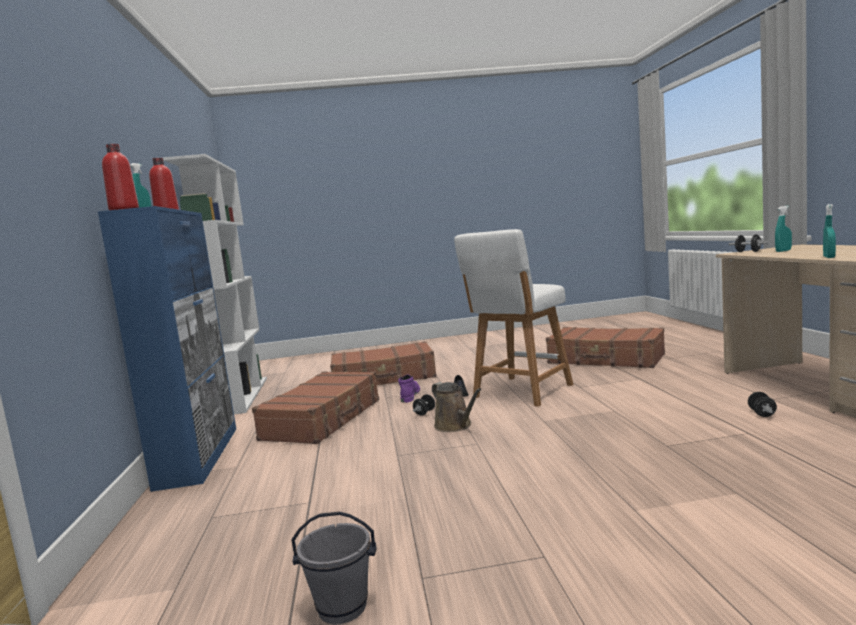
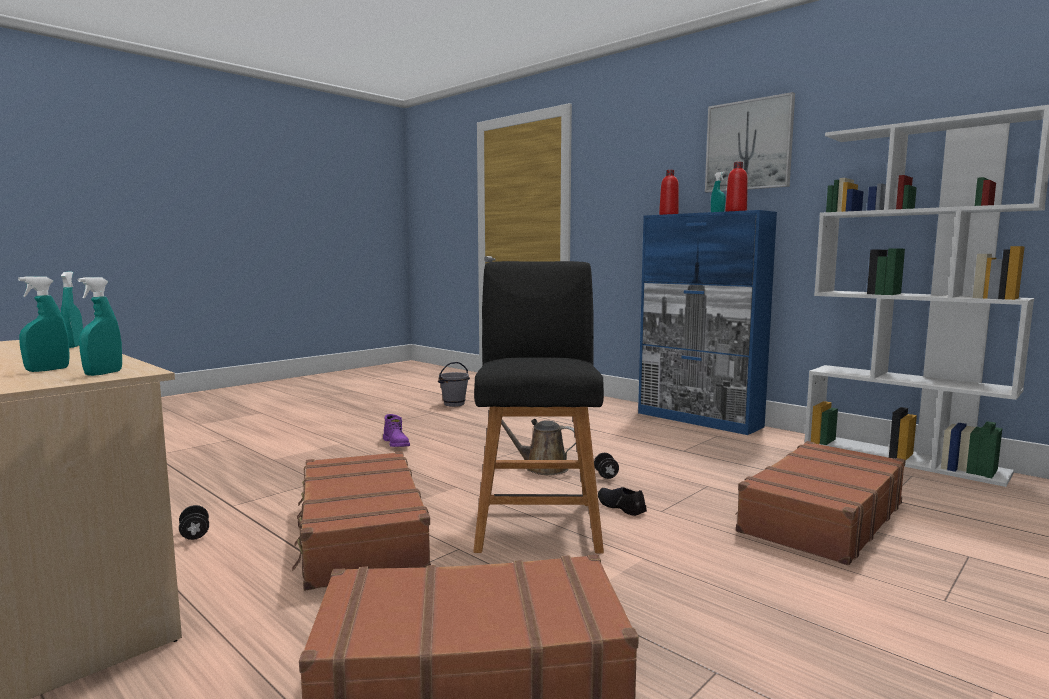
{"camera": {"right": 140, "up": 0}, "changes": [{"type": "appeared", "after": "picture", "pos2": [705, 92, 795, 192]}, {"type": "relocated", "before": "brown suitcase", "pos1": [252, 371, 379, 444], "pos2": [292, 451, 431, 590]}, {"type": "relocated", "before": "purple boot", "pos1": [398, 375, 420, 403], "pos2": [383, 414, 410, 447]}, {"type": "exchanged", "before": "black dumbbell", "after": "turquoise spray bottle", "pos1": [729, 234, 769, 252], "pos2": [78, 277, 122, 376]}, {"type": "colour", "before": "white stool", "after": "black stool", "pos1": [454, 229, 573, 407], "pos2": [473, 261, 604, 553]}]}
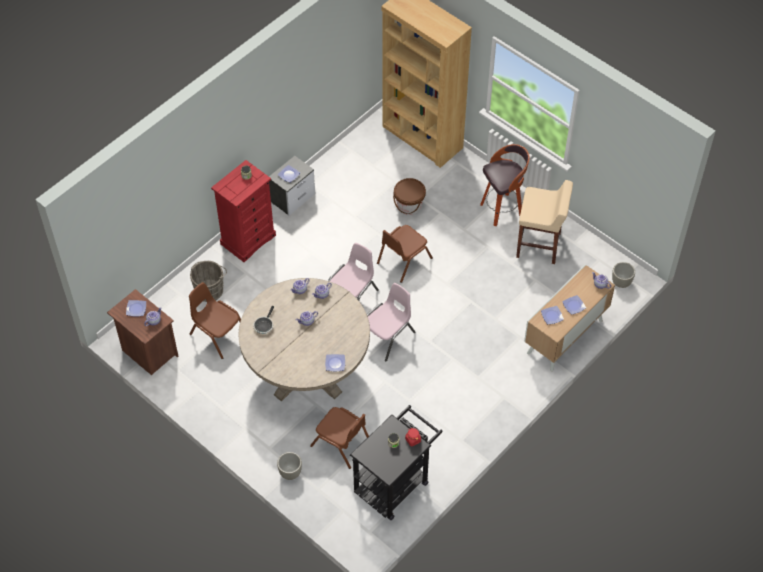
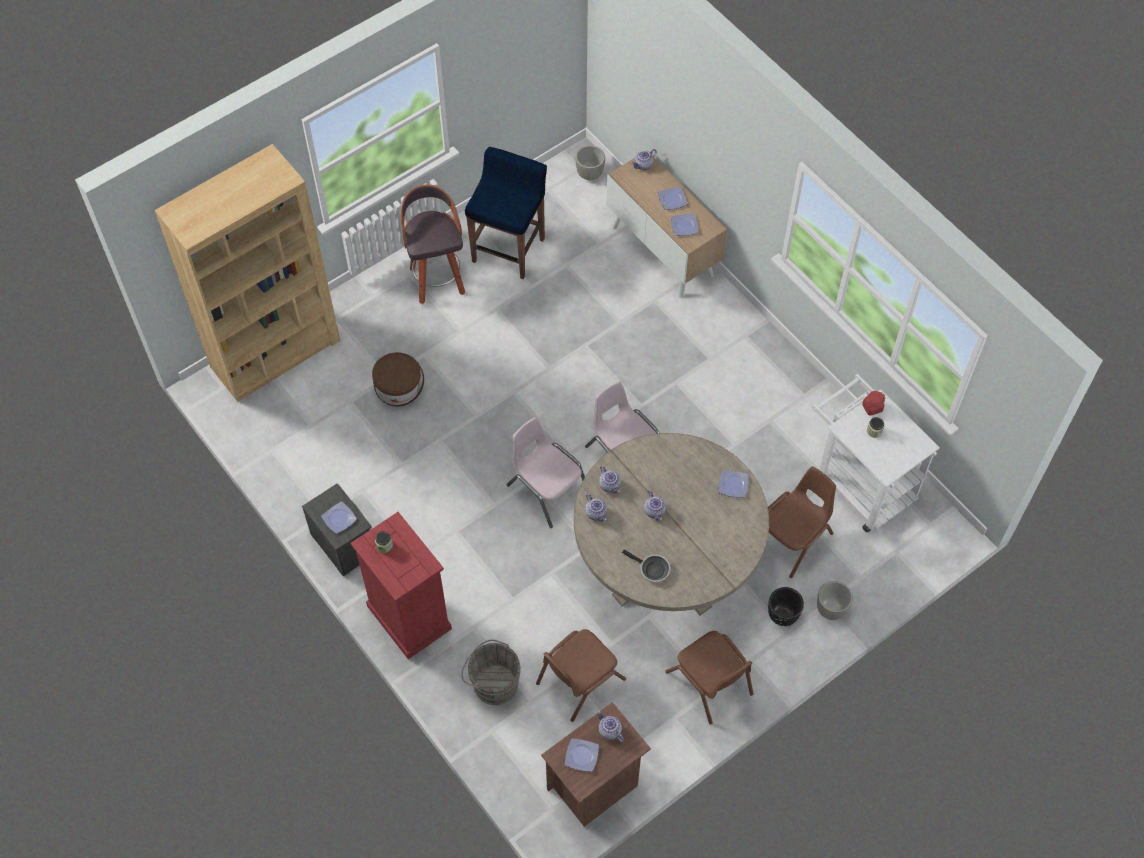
{"camera": {"right": -80, "up": 5}, "changes": [{"type": "appeared", "after": "black planter", "pos2": [768, 587, 804, 626]}, {"type": "relocated", "before": "brown chair", "pos1": [377, 225, 433, 283], "pos2": [665, 631, 754, 725]}, {"type": "colour", "before": "black cart", "after": "white cart", "pos1": [350, 405, 442, 520], "pos2": [812, 374, 940, 532]}, {"type": "colour", "before": "beige stool", "after": "blue stool", "pos1": [516, 180, 573, 264], "pos2": [465, 147, 547, 279]}]}
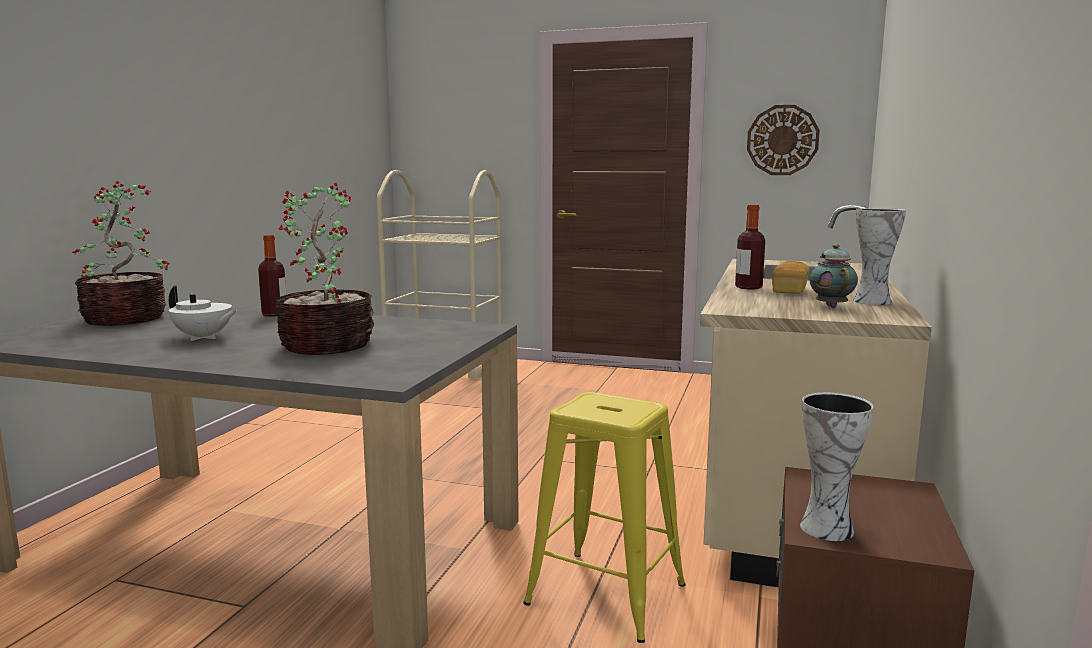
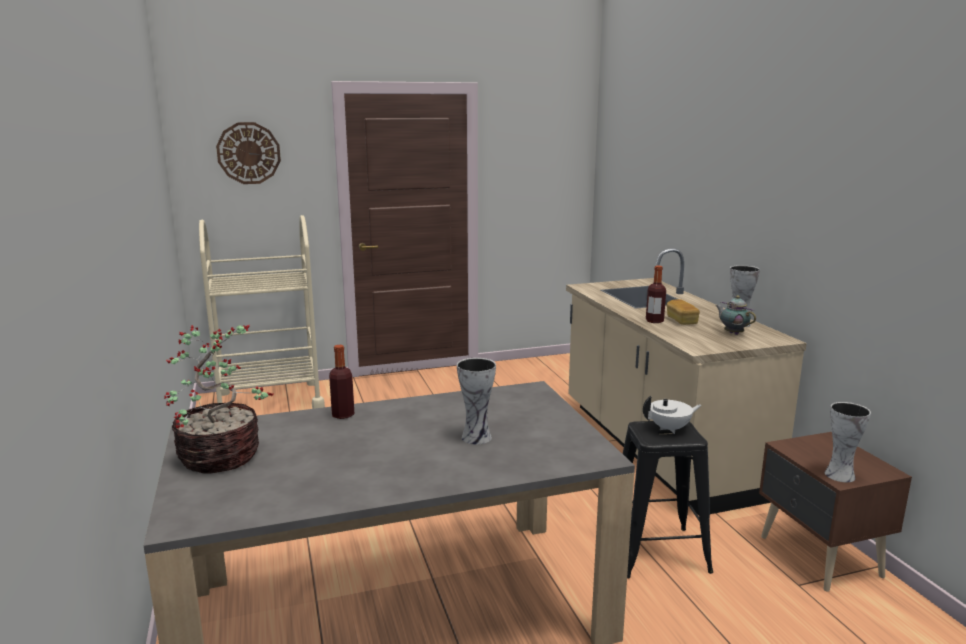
{"camera": {"right": -35, "up": 5}, "changes": [{"type": "relocated", "before": "white teapot", "pos1": [168, 285, 236, 341], "pos2": [643, 396, 702, 434]}, {"type": "relocated", "before": "wall clock", "pos1": [747, 105, 820, 175], "pos2": [216, 122, 281, 184]}, {"type": "exchanged", "before": "potted plant", "after": "vase", "pos1": [276, 183, 374, 355], "pos2": [457, 358, 496, 445]}, {"type": "colour", "before": "yellow stool", "after": "black stool", "pos1": [523, 392, 686, 643], "pos2": [623, 421, 713, 578]}]}
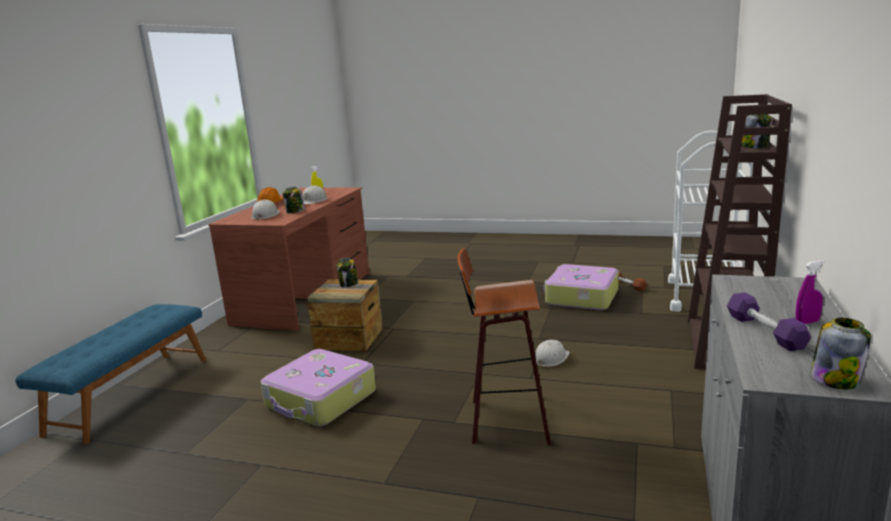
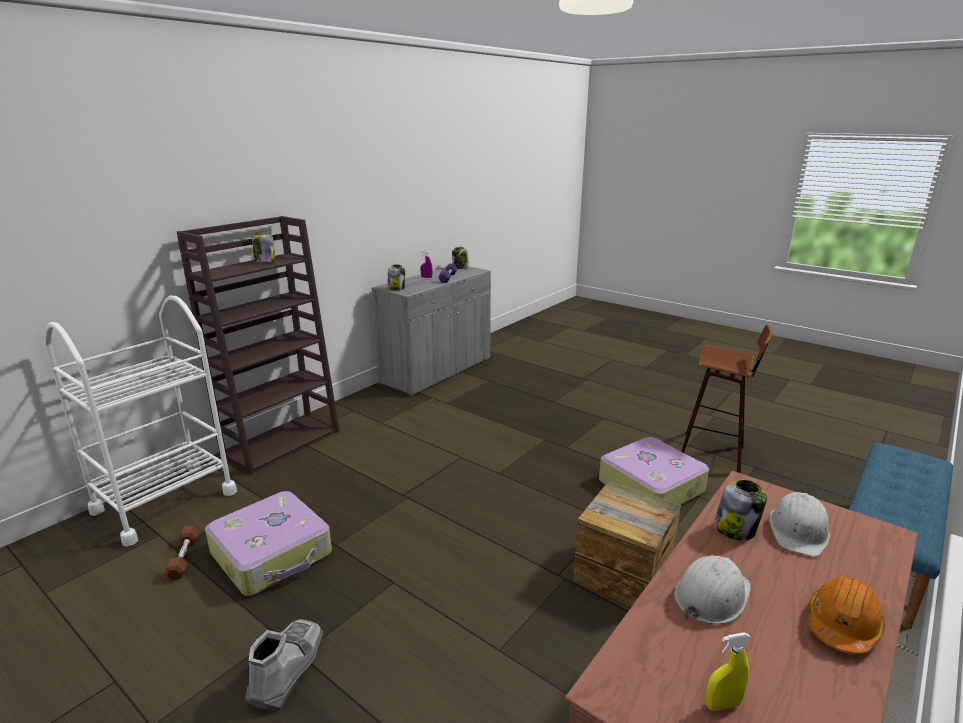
{"camera": {"right": -160, "up": 5}, "changes": [{"type": "missing", "before": "white hard hat", "pos1": [535, 340, 570, 367]}, {"type": "appeared", "after": "grey boot", "pos2": [245, 619, 323, 710]}, {"type": "relocated", "before": "jar", "pos1": [336, 257, 359, 288], "pos2": [387, 265, 405, 290]}, {"type": "relocated", "before": "stool", "pos1": [457, 248, 551, 446], "pos2": [681, 325, 772, 473]}]}
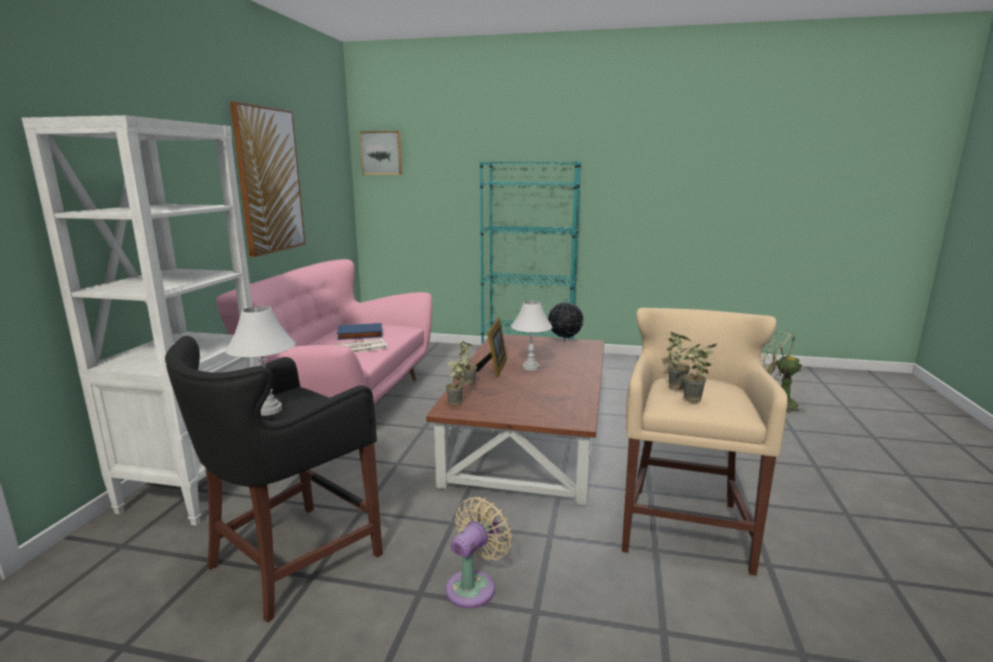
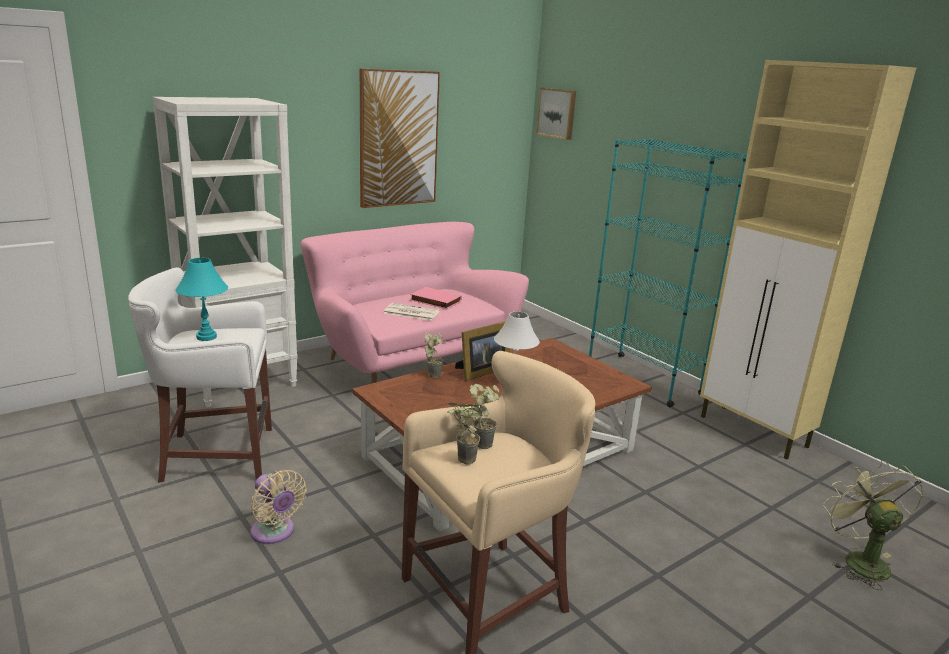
{"camera": {"right": 40, "up": 5}, "changes": [{"type": "missing", "before": "potted plant", "pos1": [446, 354, 467, 406]}, {"type": "missing", "before": "globe", "pos1": [548, 298, 584, 342]}, {"type": "appeared", "after": "beige cabinet", "pos2": [700, 60, 916, 459]}, {"type": "colour", "before": "black stool", "after": "white stool", "pos1": [165, 336, 383, 623], "pos2": [128, 267, 272, 483]}, {"type": "colour", "before": "white table lamp", "after": "turquoise table lamp", "pos1": [225, 306, 295, 416], "pos2": [175, 258, 228, 341]}, {"type": "colour", "before": "blue book", "after": "pink book", "pos1": [337, 323, 383, 340], "pos2": [410, 287, 462, 309]}, {"type": "spun", "before": "beige fan", "pos1": [446, 497, 512, 608], "pos2": [250, 470, 307, 544], "turn": 60}]}
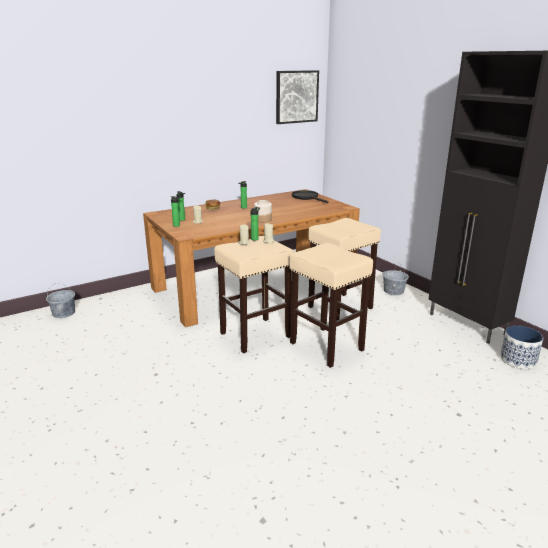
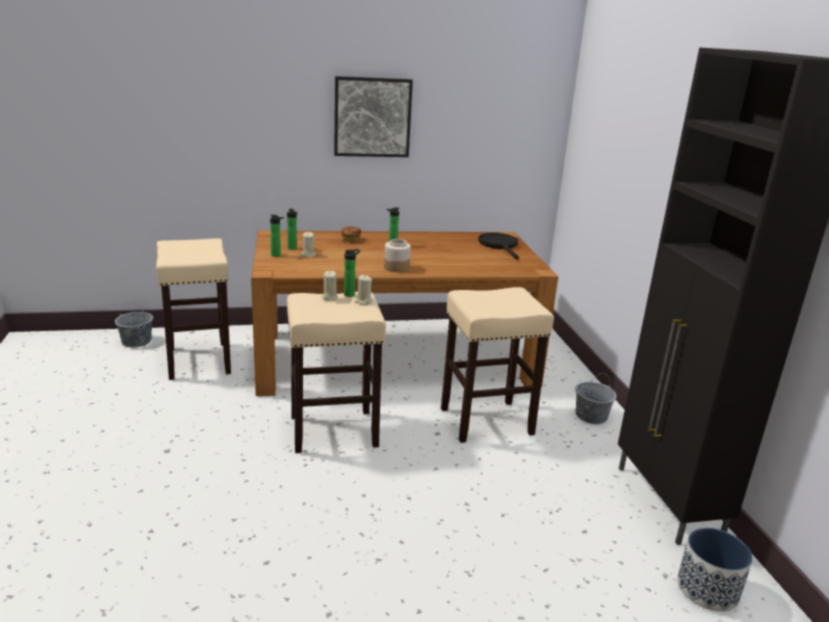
{"camera": {"right": 20, "up": 0}, "changes": [{"type": "relocated", "before": "picture", "pos1": [276, 70, 319, 124], "pos2": [334, 76, 413, 157]}, {"type": "relocated", "before": "beige stool", "pos1": [289, 243, 373, 368], "pos2": [156, 238, 231, 380]}]}
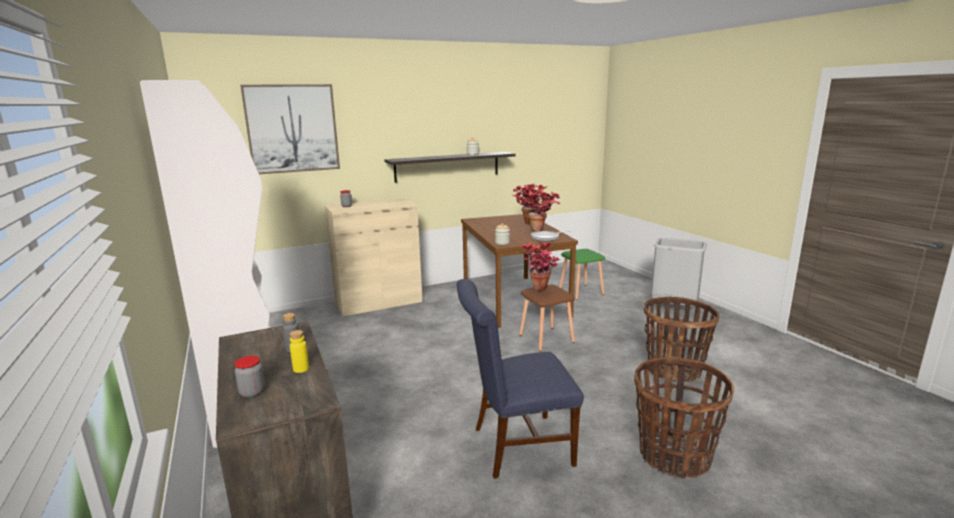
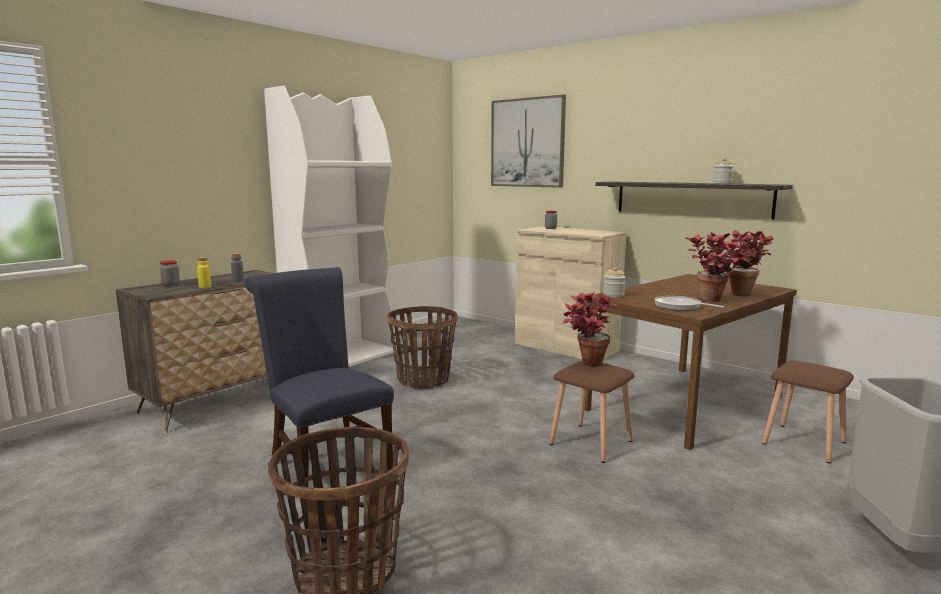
{"camera": {"right": 65, "up": -5}, "changes": [{"type": "relocated", "before": "basket", "pos1": [644, 297, 720, 382], "pos2": [387, 306, 457, 389]}, {"type": "colour", "before": "green stool", "after": "brown stool", "pos1": [559, 249, 605, 300], "pos2": [762, 360, 854, 464]}]}
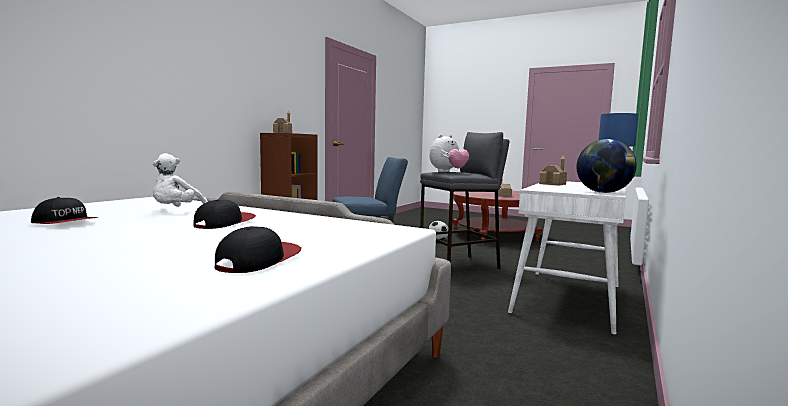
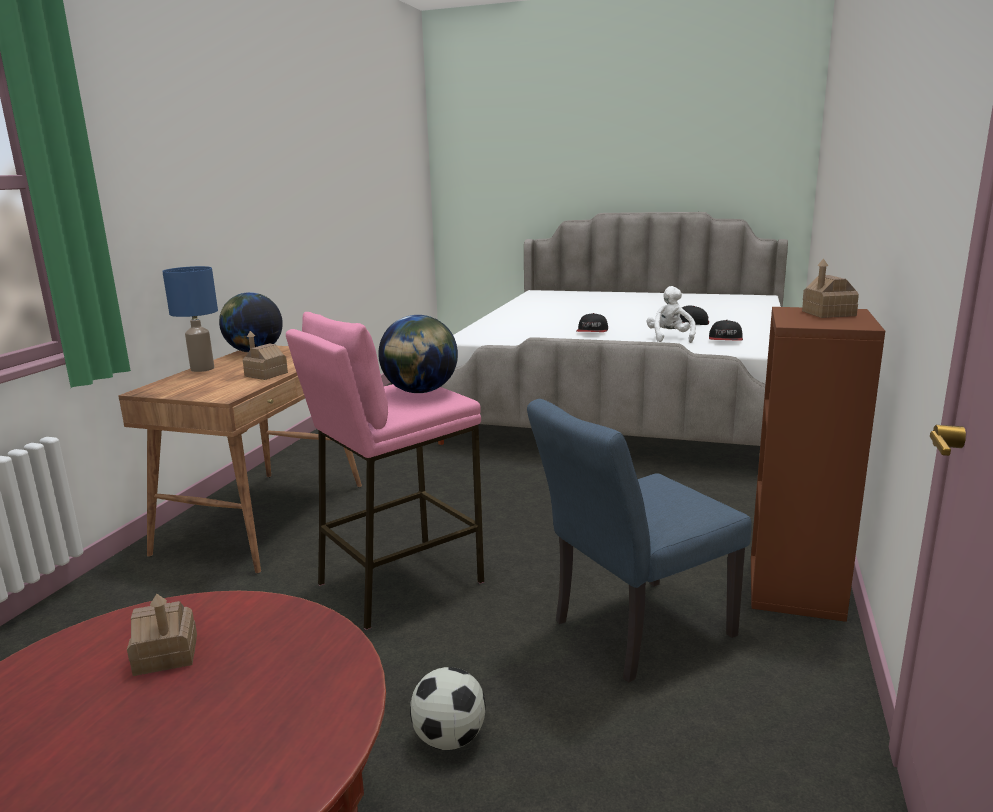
{"camera": {"right": 170, "up": 10}, "changes": [{"type": "relocated", "before": "cap", "pos1": [215, 226, 302, 273], "pos2": [709, 320, 743, 341]}, {"type": "exchanged", "before": "plush toy", "after": "globe", "pos1": [430, 134, 469, 172], "pos2": [378, 315, 458, 393]}, {"type": "colour", "before": "grey stool", "after": "pink stool", "pos1": [420, 132, 509, 269], "pos2": [286, 312, 484, 630]}, {"type": "colour", "before": "white desk", "after": "brown desk", "pos1": [508, 181, 626, 335], "pos2": [118, 346, 362, 574]}]}
